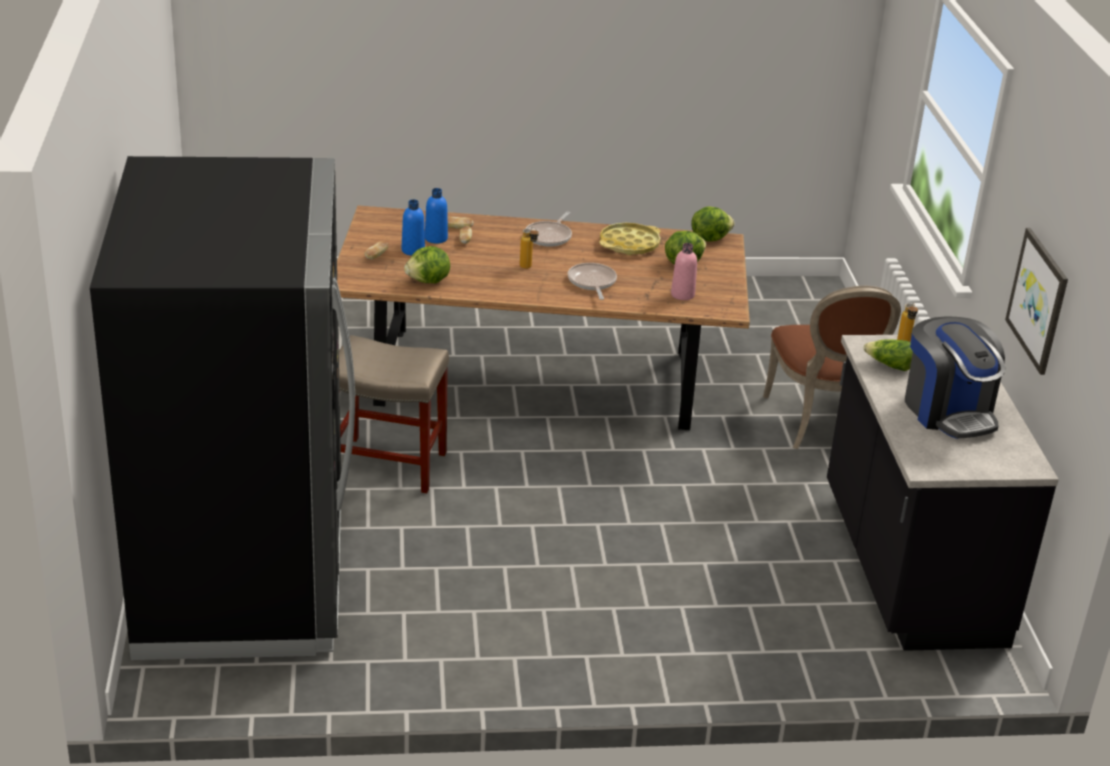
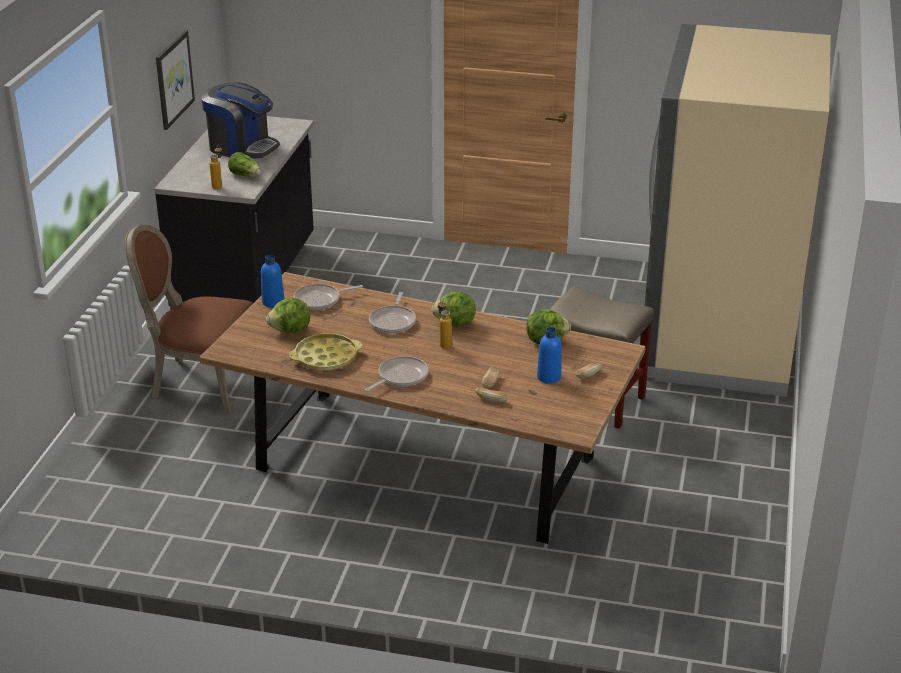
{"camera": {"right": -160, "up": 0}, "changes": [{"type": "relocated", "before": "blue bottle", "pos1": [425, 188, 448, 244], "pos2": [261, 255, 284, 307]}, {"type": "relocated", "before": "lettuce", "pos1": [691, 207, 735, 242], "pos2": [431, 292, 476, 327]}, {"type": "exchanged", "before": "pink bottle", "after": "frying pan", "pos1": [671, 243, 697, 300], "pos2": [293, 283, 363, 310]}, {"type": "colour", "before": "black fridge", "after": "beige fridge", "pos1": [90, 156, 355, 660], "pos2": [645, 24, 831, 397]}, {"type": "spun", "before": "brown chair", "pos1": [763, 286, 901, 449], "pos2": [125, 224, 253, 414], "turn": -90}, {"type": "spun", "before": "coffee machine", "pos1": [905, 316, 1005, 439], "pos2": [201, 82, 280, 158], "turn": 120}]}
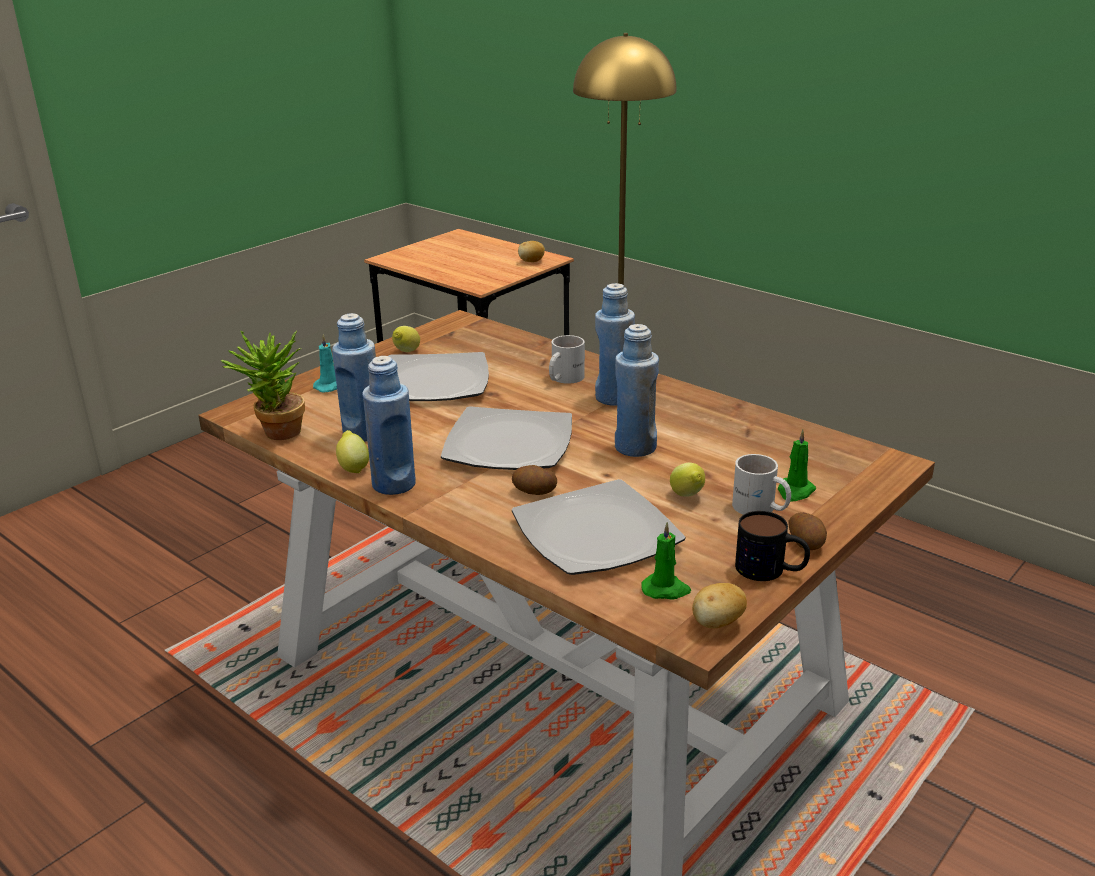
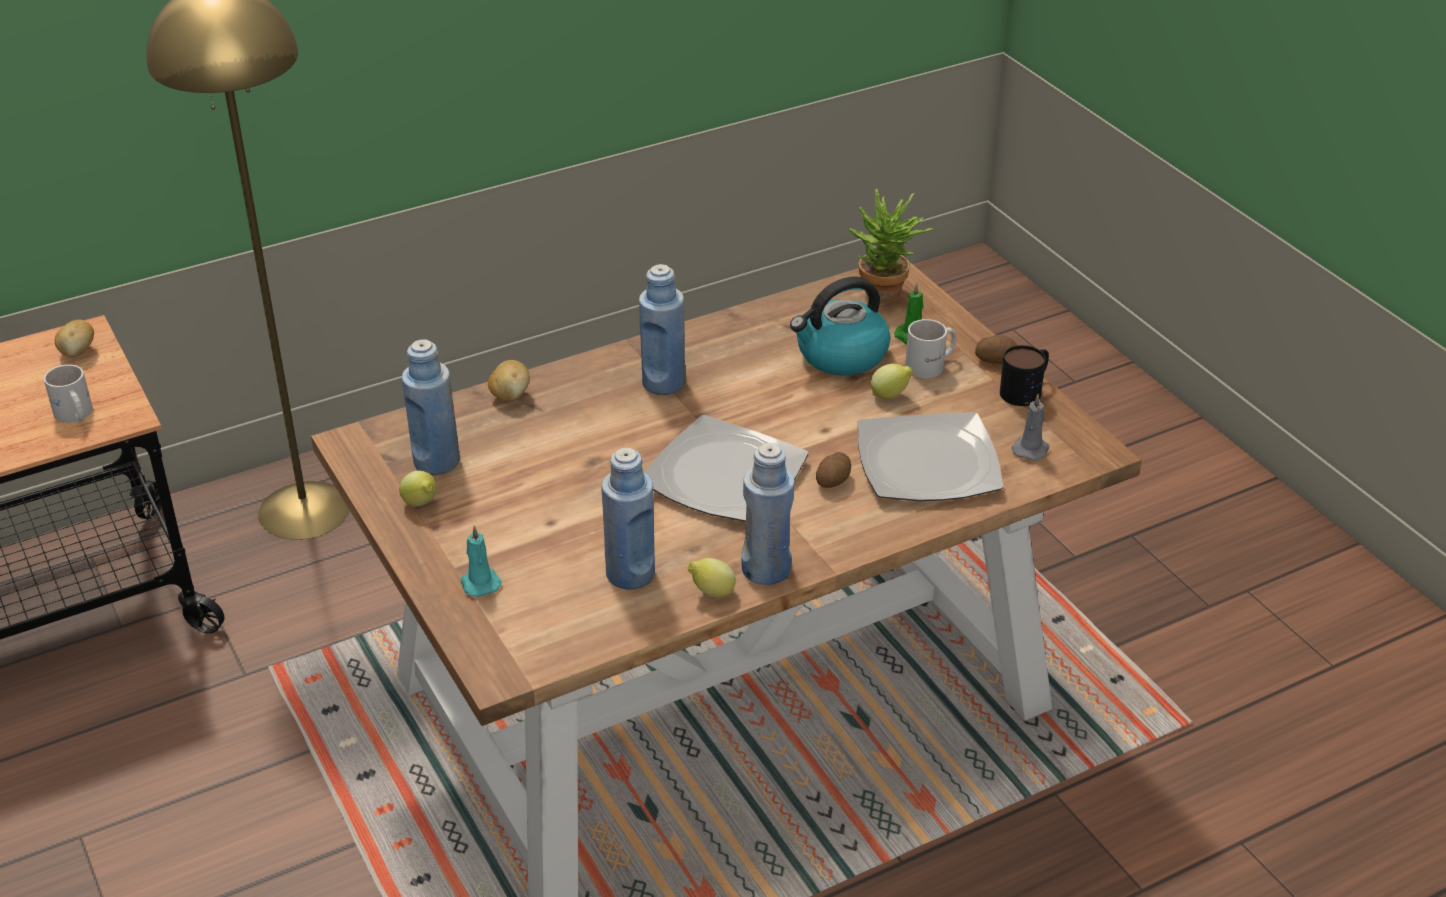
{"camera": {"right": -70, "up": 10}, "changes": [{"type": "missing", "before": "plate", "pos1": [389, 352, 489, 401]}, {"type": "appeared", "after": "kettle", "pos2": [790, 276, 891, 376]}, {"type": "relocated", "before": "potted plant", "pos1": [221, 330, 305, 440], "pos2": [848, 189, 934, 302]}, {"type": "relocated", "before": "white mug", "pos1": [549, 335, 585, 384], "pos2": [44, 364, 93, 423]}, {"type": "relocated", "before": "blue bottle", "pos1": [615, 324, 659, 457], "pos2": [402, 339, 460, 475]}, {"type": "relocated", "before": "potato", "pos1": [692, 583, 747, 628], "pos2": [488, 360, 530, 401]}, {"type": "colour", "before": "green candle", "after": "grey candle", "pos1": [641, 522, 691, 600], "pos2": [1011, 394, 1049, 461]}]}
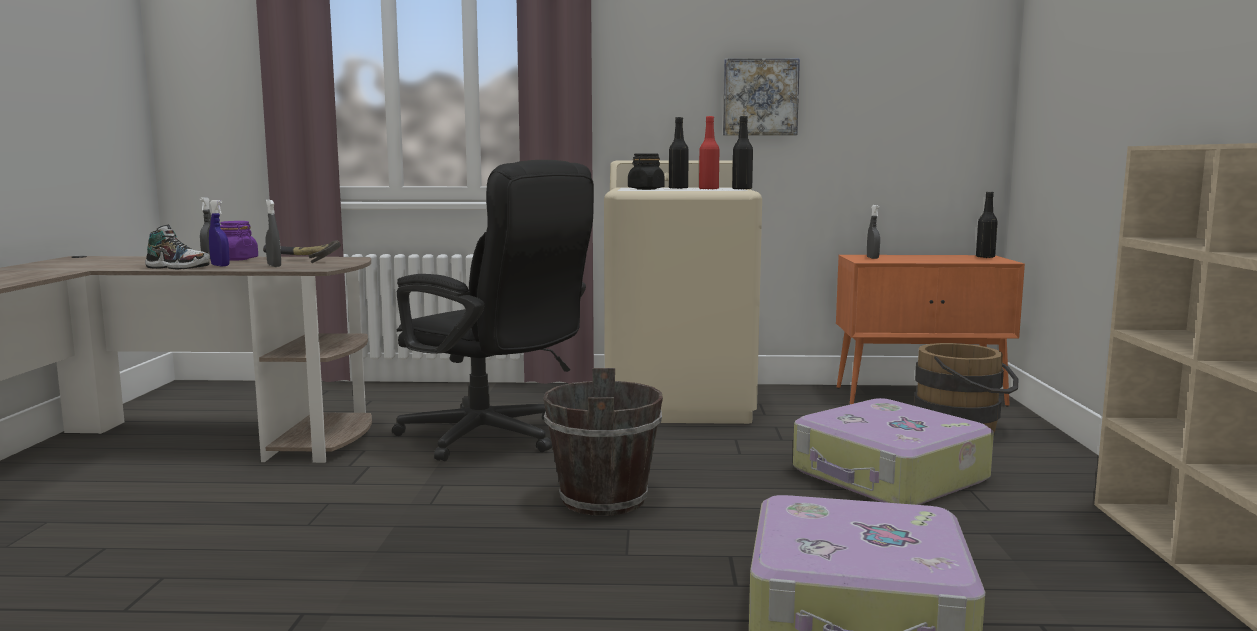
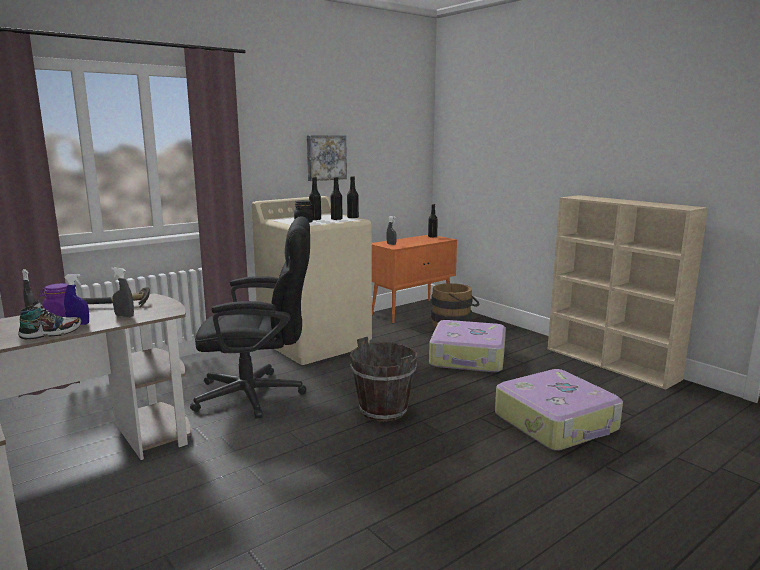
{"camera": {"right": -40, "up": 5}, "changes": [{"type": "colour", "before": "red bottle", "after": "black bottle", "pos1": [699, 116, 719, 190], "pos2": [330, 177, 343, 220]}]}
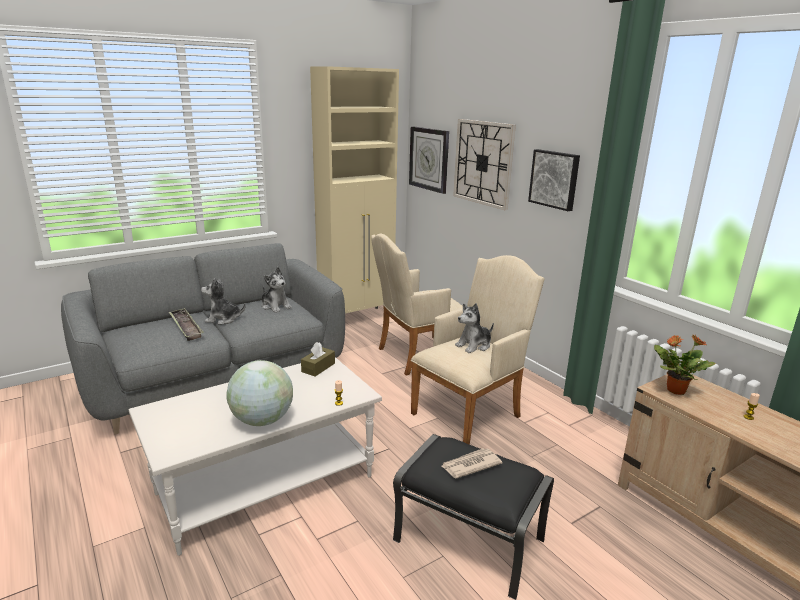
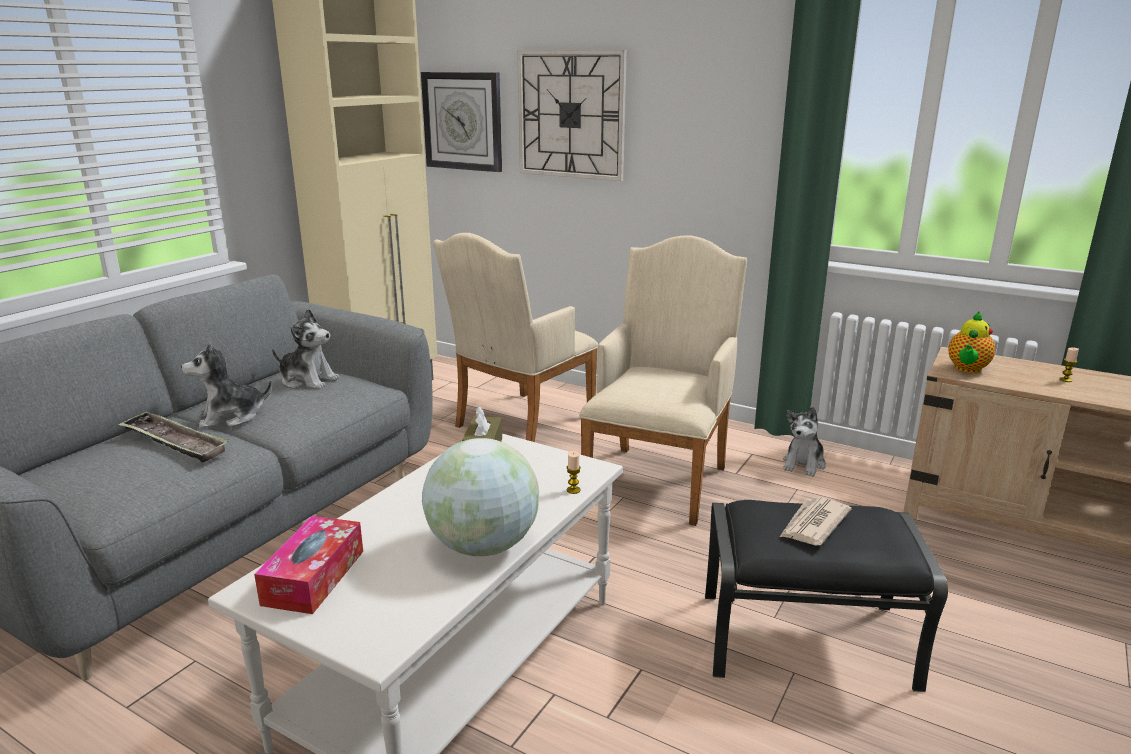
{"camera": {"right": -25, "up": 0}, "changes": [{"type": "missing", "before": "picture", "pos1": [528, 149, 580, 211]}, {"type": "appeared", "after": "tissue box", "pos2": [254, 516, 363, 614]}, {"type": "relocated", "before": "plush toy", "pos1": [455, 303, 494, 353], "pos2": [783, 407, 826, 477]}, {"type": "exchanged", "before": "potted plant", "after": "teapot", "pos1": [654, 334, 716, 395], "pos2": [948, 311, 995, 373]}]}
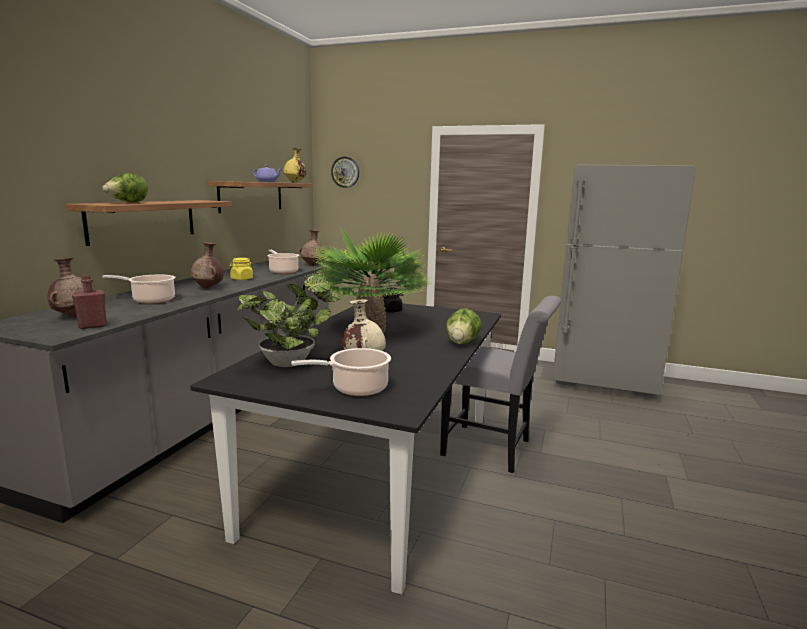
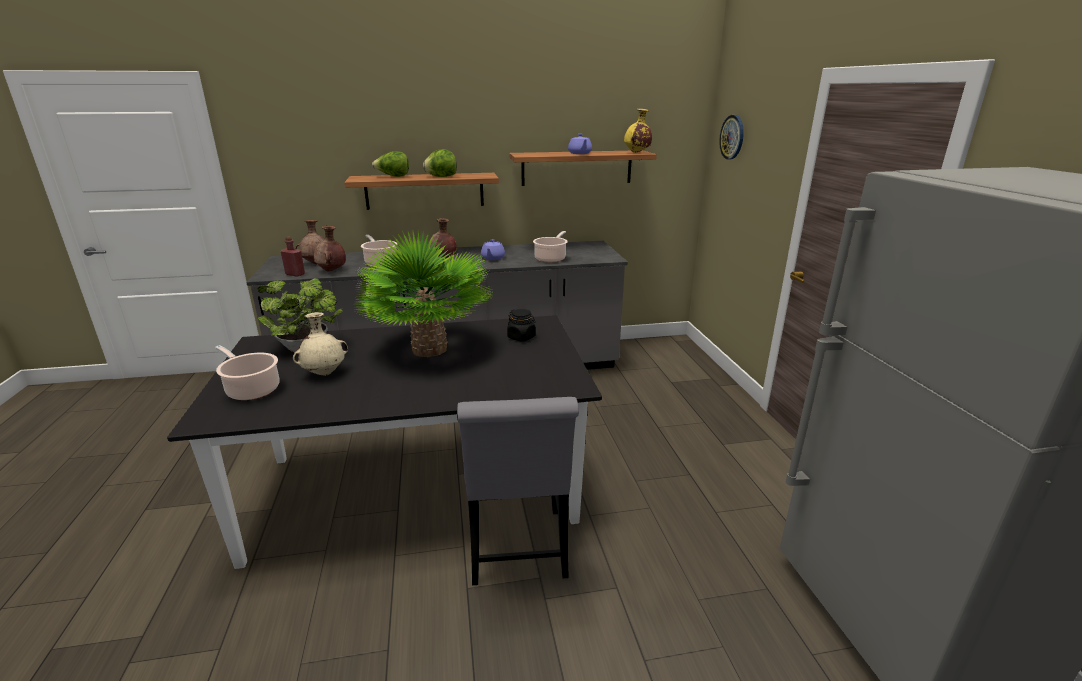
{"camera": {"right": 60, "up": 10}, "changes": [{"type": "relocated", "before": "brown vase", "pos1": [299, 230, 327, 266], "pos2": [313, 226, 346, 271]}, {"type": "relocated", "before": "lettuce", "pos1": [446, 308, 482, 344], "pos2": [423, 149, 457, 177]}, {"type": "exchanged", "before": "yellow jar", "after": "purple teapot", "pos1": [230, 258, 253, 280], "pos2": [481, 239, 505, 260]}]}
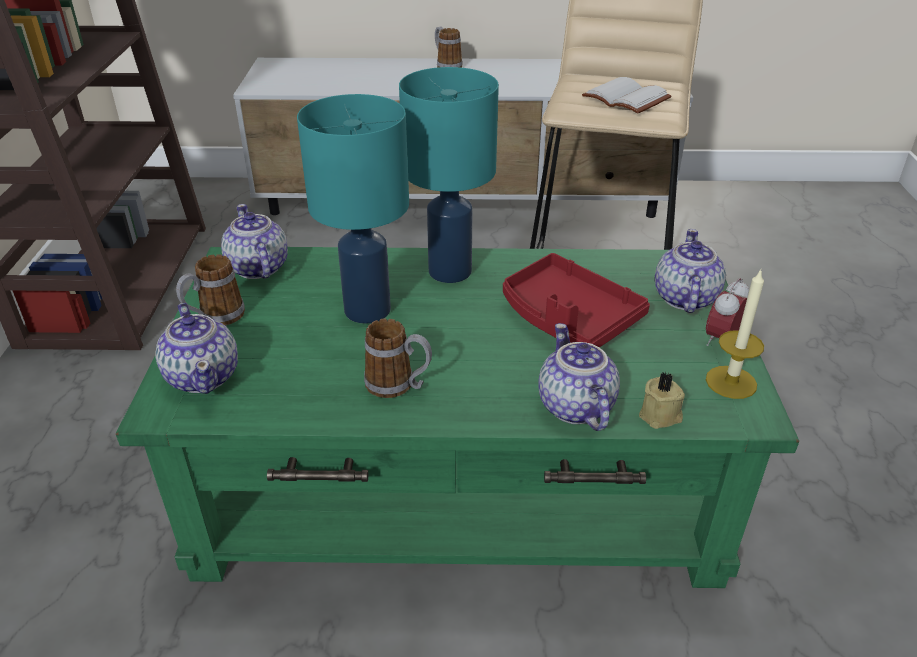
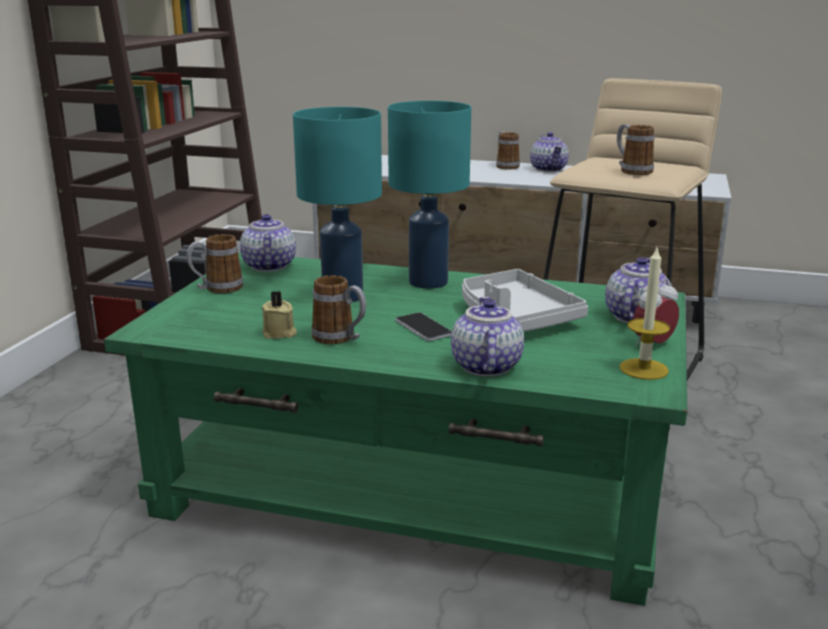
{"camera": {"right": 15, "up": -15}, "changes": [{"type": "appeared", "after": "phone", "pos2": [395, 313, 452, 341]}, {"type": "relocated", "before": "teapot", "pos1": [156, 303, 238, 394], "pos2": [530, 132, 569, 172]}, {"type": "relocated", "before": "beige candle", "pos1": [639, 372, 685, 429], "pos2": [262, 291, 297, 339]}, {"type": "exchanged", "before": "white book", "after": "mug", "pos1": [582, 77, 671, 114], "pos2": [617, 124, 654, 175]}, {"type": "colour", "before": "red tray", "after": "grey tray", "pos1": [503, 253, 650, 347], "pos2": [462, 269, 588, 332]}]}
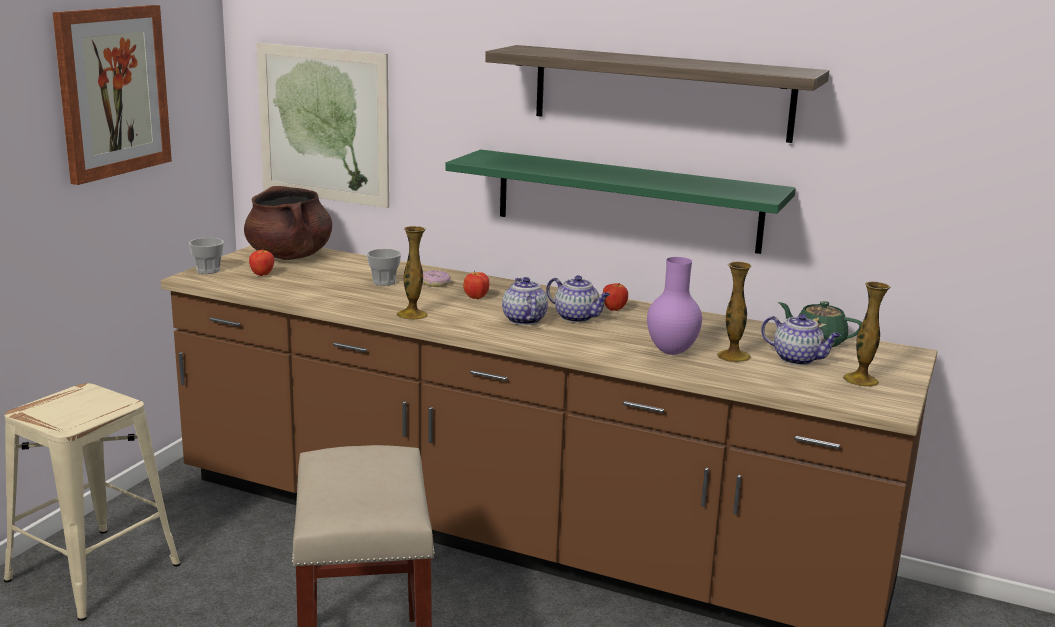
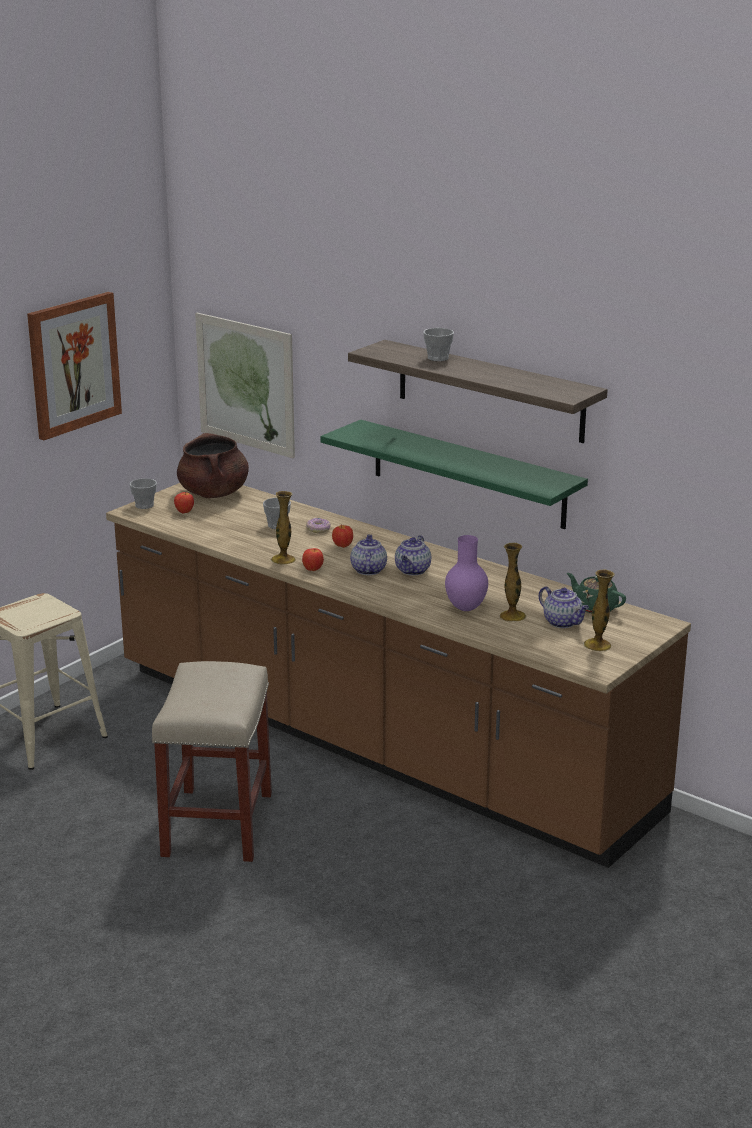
{"camera": {"right": 15, "up": 5}, "changes": [{"type": "appeared", "after": "cup", "pos2": [423, 328, 454, 361]}, {"type": "relocated", "before": "apple", "pos1": [603, 283, 628, 311], "pos2": [302, 548, 324, 571]}, {"type": "spun", "before": "teapot", "pos1": [546, 275, 610, 323], "pos2": [395, 535, 431, 575], "turn": 60}]}
